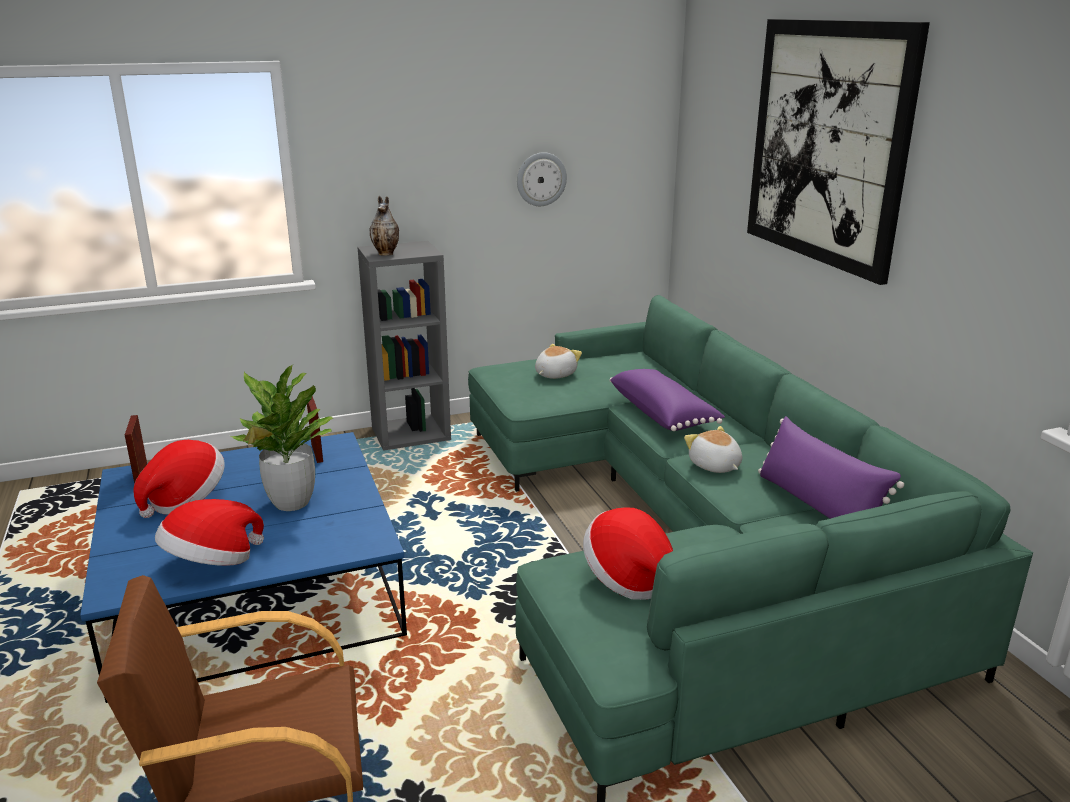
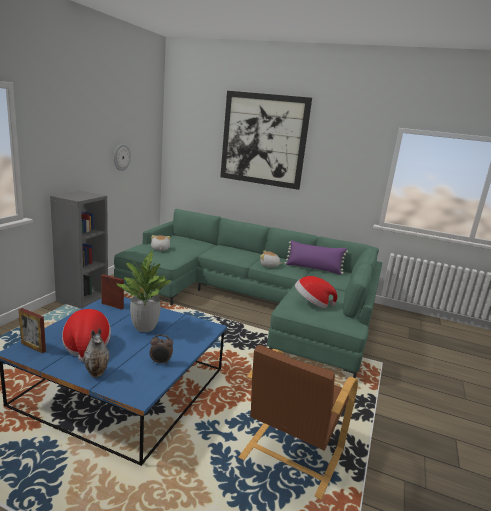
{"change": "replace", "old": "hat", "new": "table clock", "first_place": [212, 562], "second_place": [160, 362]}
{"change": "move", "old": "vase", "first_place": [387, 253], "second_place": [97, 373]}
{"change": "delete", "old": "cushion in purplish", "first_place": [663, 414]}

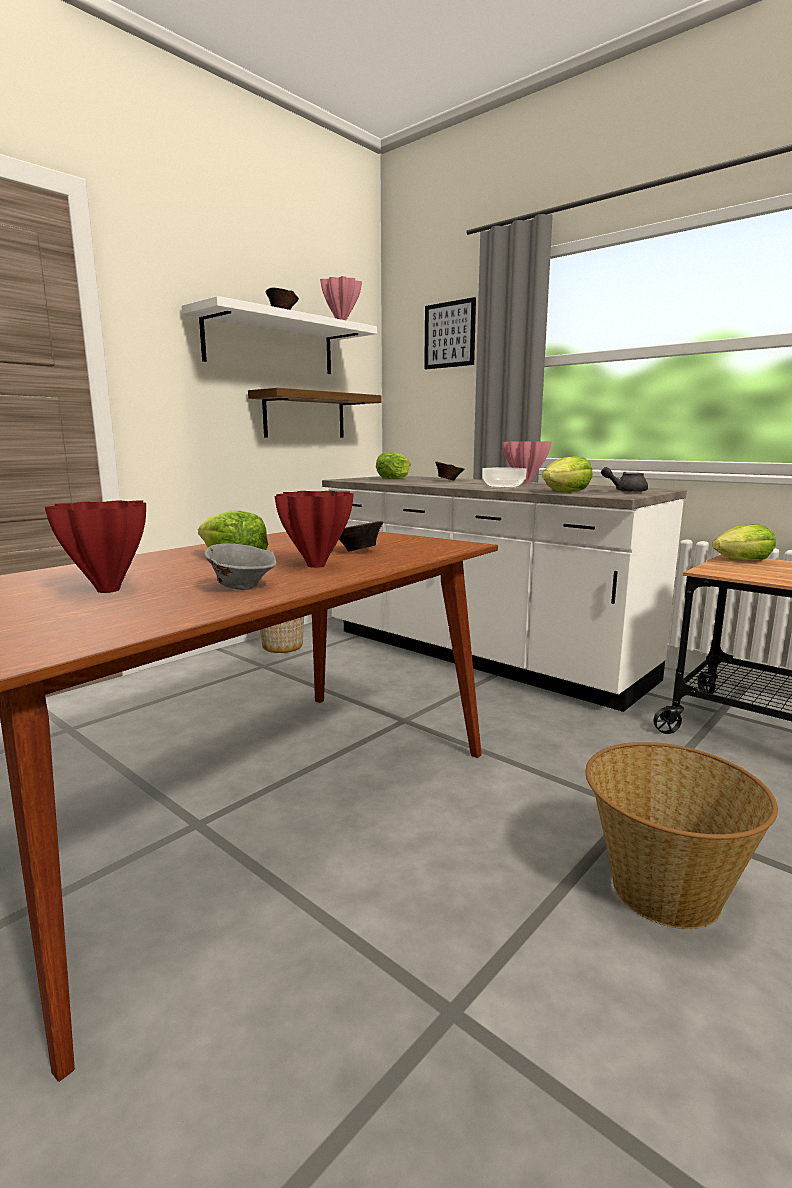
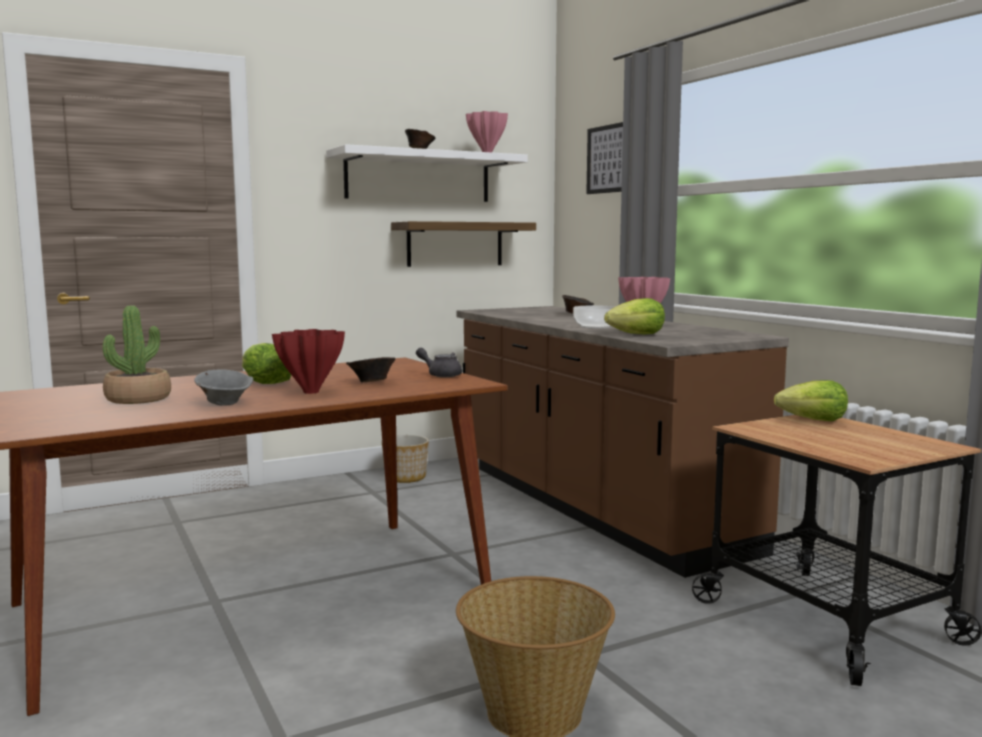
{"change": "replace", "old": "vase in red-coloured", "new": "houseplant", "first_place": [106, 590], "second_place": [138, 399]}
{"change": "recolor", "old": "counter in whitish", "new": "counter in brown", "first_place": [478, 656], "second_place": [592, 507]}
{"change": "delete", "old": "lettuce", "first_place": [393, 478]}
{"change": "move", "old": "tea pot in greyish", "first_place": [625, 491], "second_place": [441, 375]}

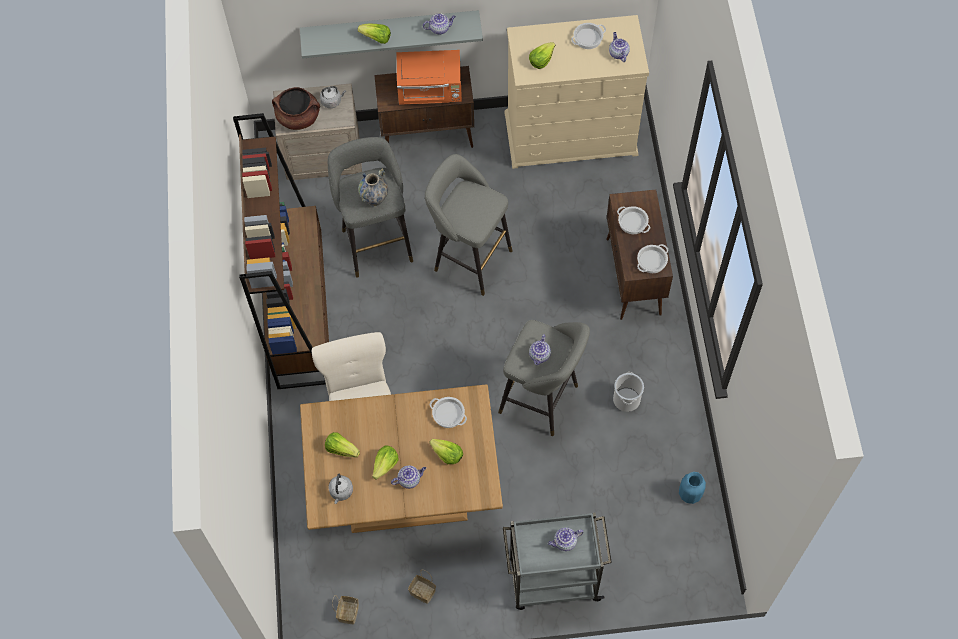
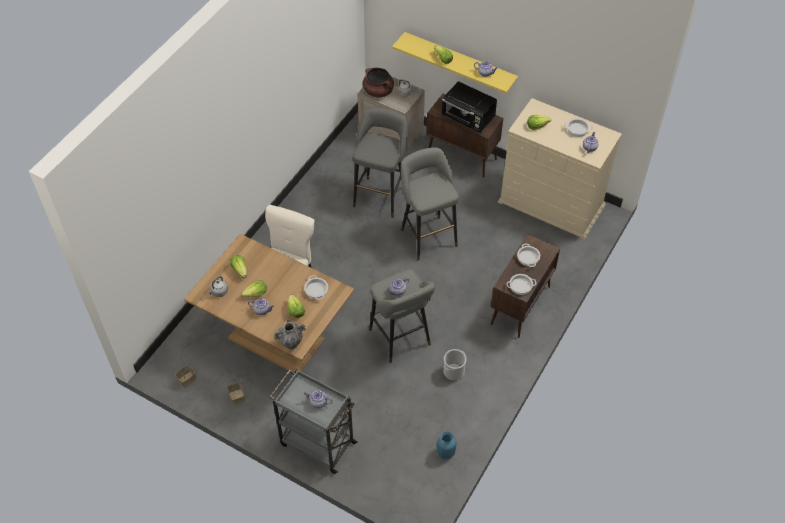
{"change": "delete", "old": "shelving unit in brown", "first_place": [300, 312]}
{"change": "recolor", "old": "bracket shelf in greyish", "new": "bracket shelf in yellowish", "first_place": [390, 28], "second_place": [459, 62]}
{"change": "move", "old": "vase", "first_place": [375, 200], "second_place": [291, 344]}
{"change": "recolor", "old": "microwave oven in orangey", "new": "microwave oven in black-coloured", "first_place": [431, 91], "second_place": [468, 119]}

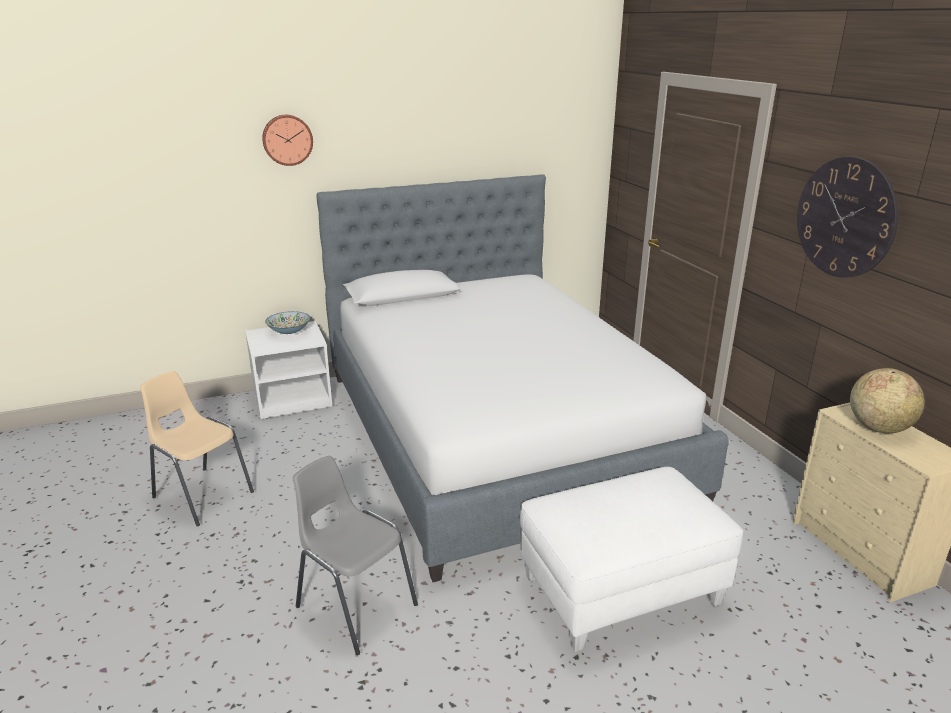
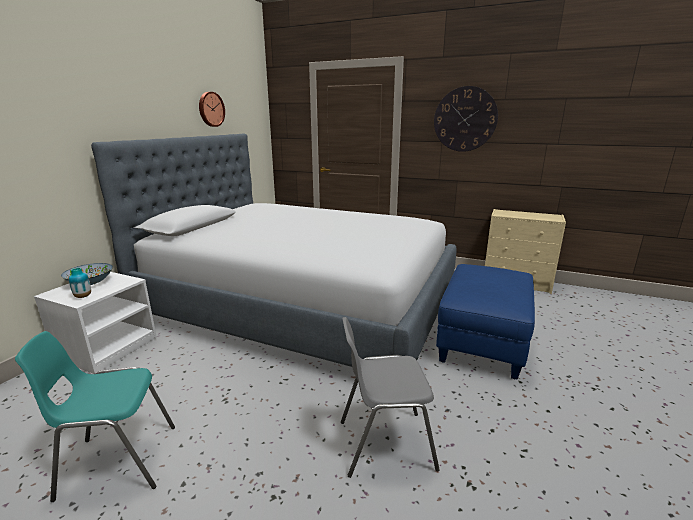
{"change": "recolor", "old": "plain chair in beige-coloured", "new": "plain chair in turquoise", "first_place": [202, 495], "second_place": [117, 461]}
{"change": "move", "old": "hanging clock", "first_place": [287, 140], "second_place": [210, 109]}
{"change": "recolor", "old": "pouffe in whitish", "new": "pouffe in blue-coloured", "first_place": [621, 590], "second_place": [481, 341]}
{"change": "delete", "old": "globe", "first_place": [878, 428]}
{"change": "insert", "new": "vase", "second_place": [83, 296]}

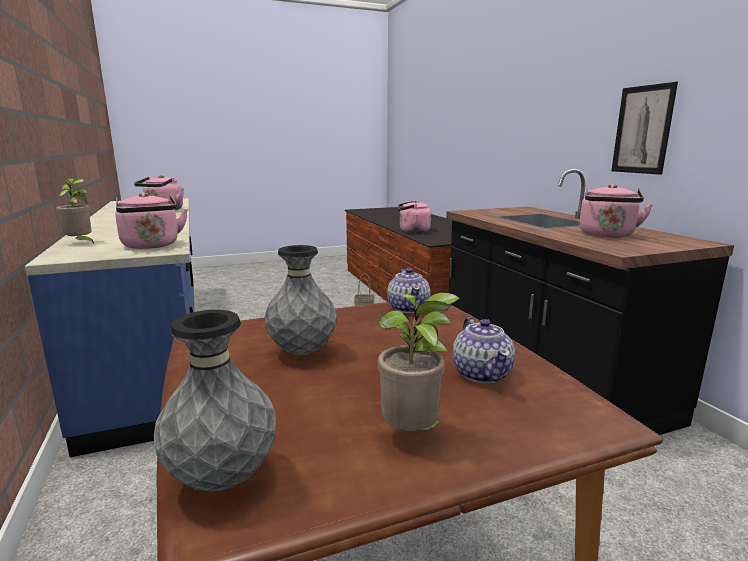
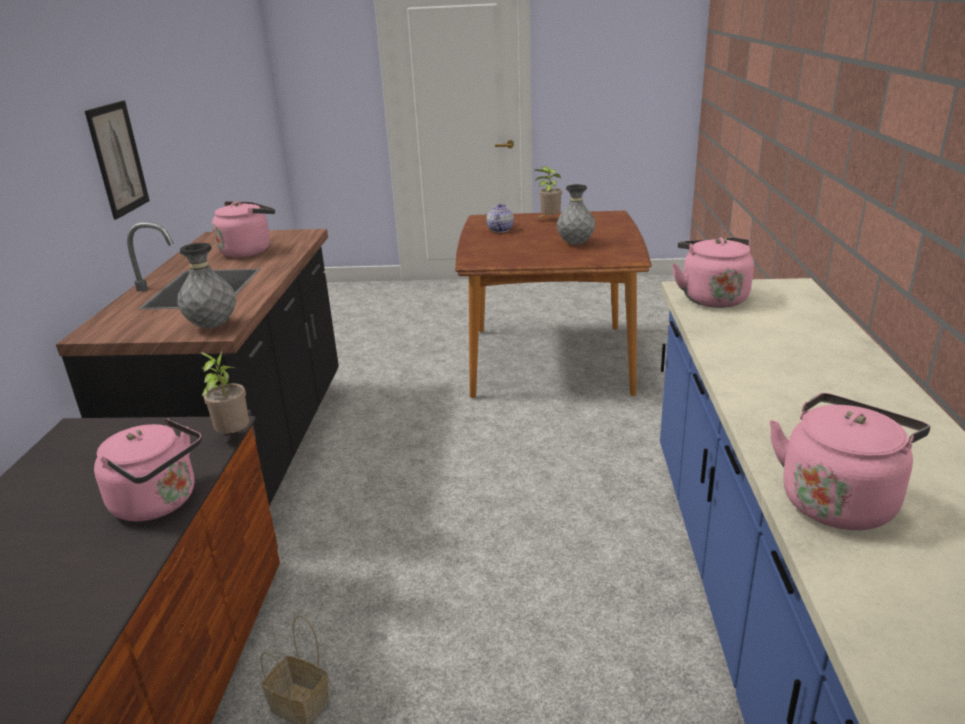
{"change": "move", "old": "houseplant", "first_place": [80, 243], "second_place": [233, 436]}
{"change": "move", "old": "vase in greyish", "first_place": [222, 479], "second_place": [213, 326]}
{"change": "delete", "old": "tea pot", "first_place": [408, 308]}

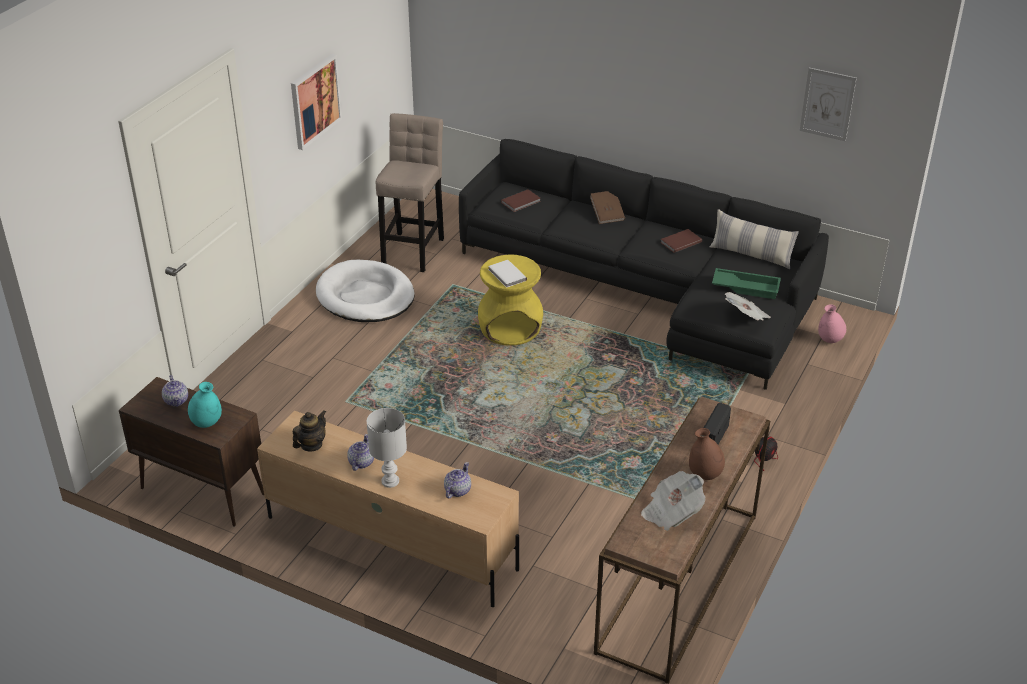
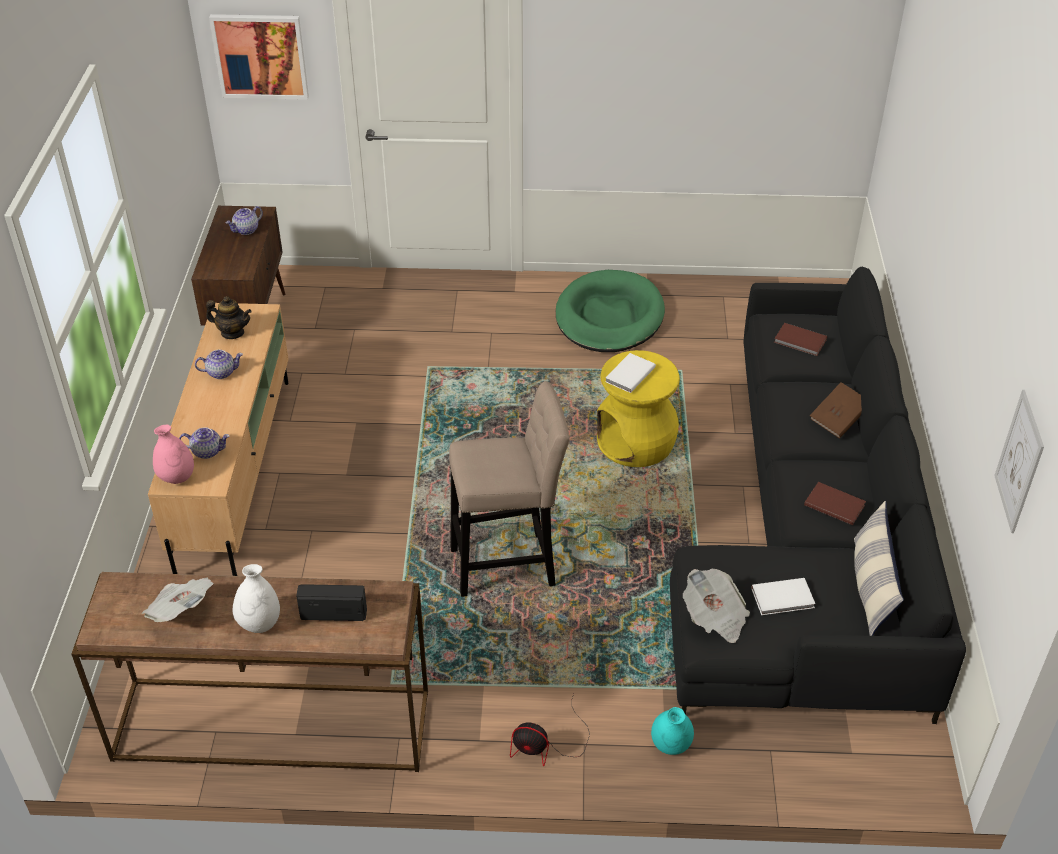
{"change": "move", "old": "vase in turquoise", "first_place": [207, 423], "second_place": [670, 745]}
{"change": "move", "old": "wall art", "first_place": [315, 101], "second_place": [260, 56]}
{"change": "recolor", "old": "dog cushion in whitish", "new": "dog cushion in greenish", "first_place": [365, 296], "second_place": [609, 317]}
{"change": "delete", "old": "table lamp in whitish", "first_place": [391, 481]}
{"change": "move", "old": "stool seat in beige-coloured", "first_place": [413, 249], "second_place": [509, 564]}
{"change": "recolor", "old": "vase in brown", "new": "vase in whitish", "first_place": [705, 475], "second_place": [259, 623]}
{"change": "replace", "old": "serving tray in greenish", "new": "volume in whitish", "first_place": [746, 287], "second_place": [783, 599]}
{"change": "move", "old": "vase in pink", "first_place": [830, 340], "second_place": [177, 477]}

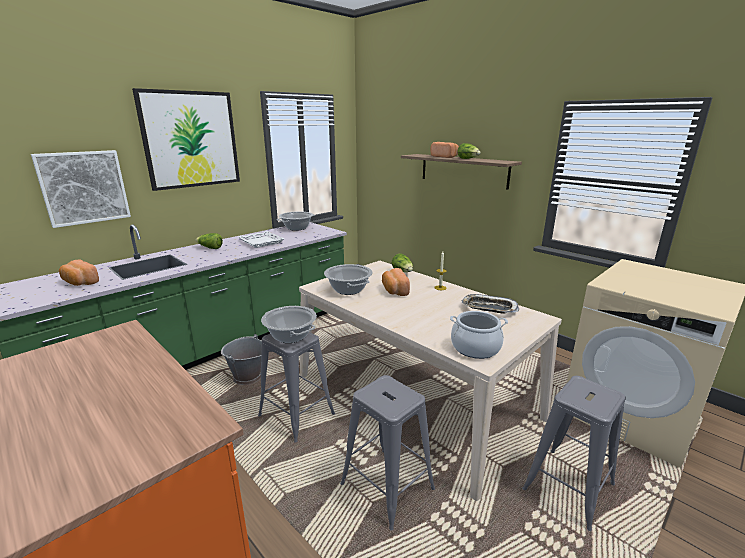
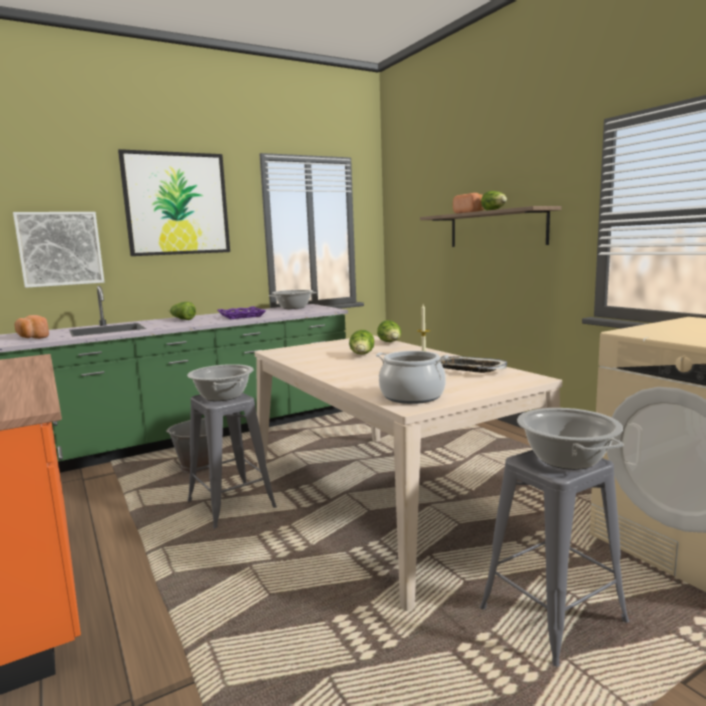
{"change": "recolor", "old": "serving tray in whitish", "new": "serving tray in purplish", "first_place": [262, 242], "second_place": [241, 316]}
{"change": "move", "old": "saucepot", "first_place": [348, 290], "second_place": [566, 459]}
{"change": "delete", "old": "stool seat in greyish", "first_place": [387, 487]}
{"change": "replace", "old": "bakery bread", "new": "lettuce", "first_place": [394, 290], "second_place": [362, 355]}

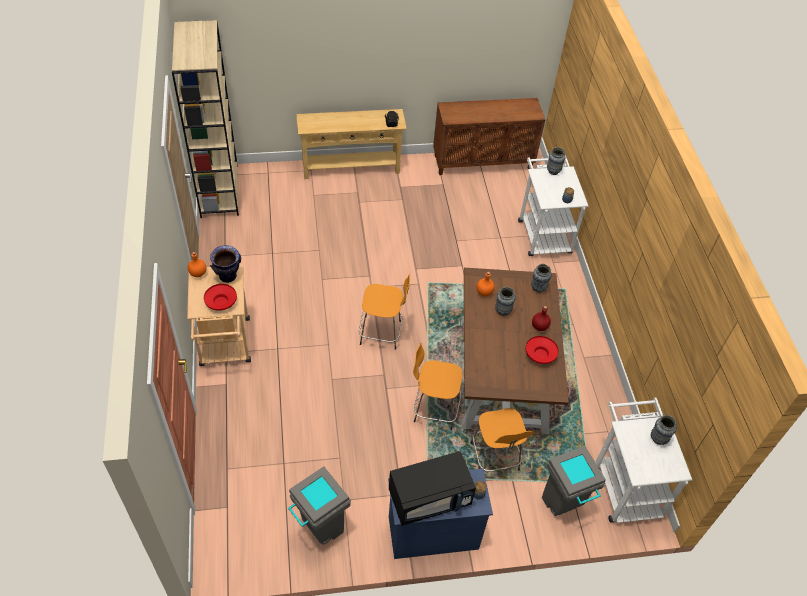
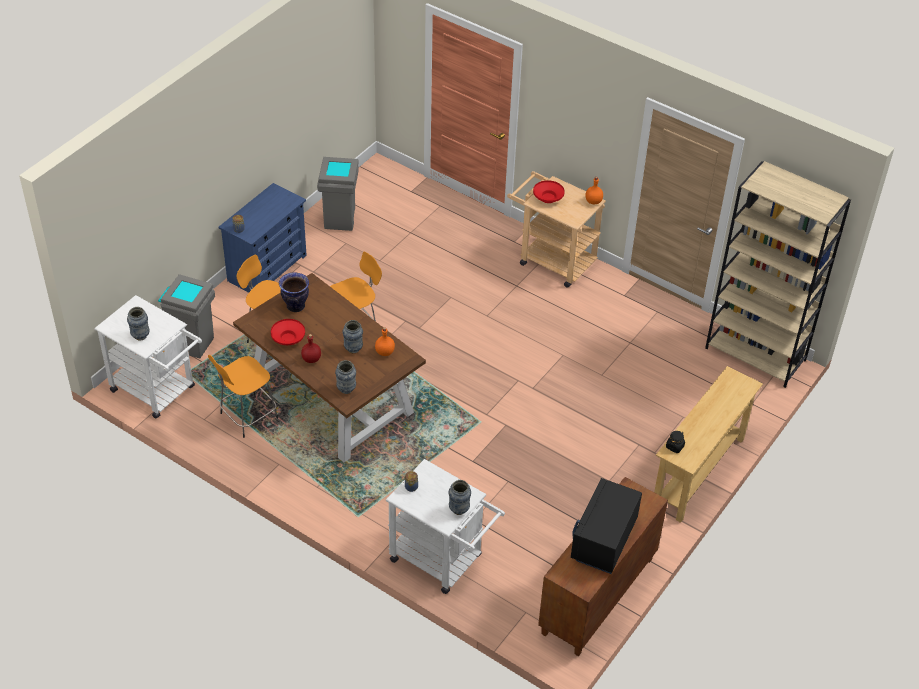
{"change": "move", "old": "vase", "first_place": [228, 276], "second_place": [295, 306]}
{"change": "move", "old": "stool seat in orangey", "first_place": [382, 333], "second_place": [247, 416]}
{"change": "move", "old": "microwave oven in black-coloured", "first_place": [430, 497], "second_place": [604, 540]}

